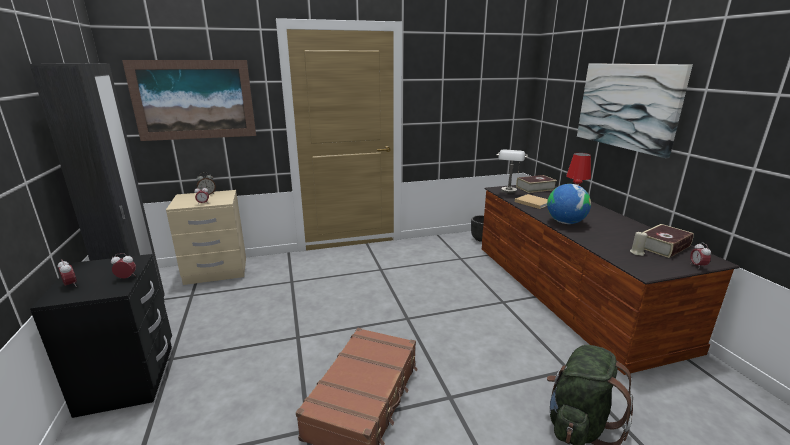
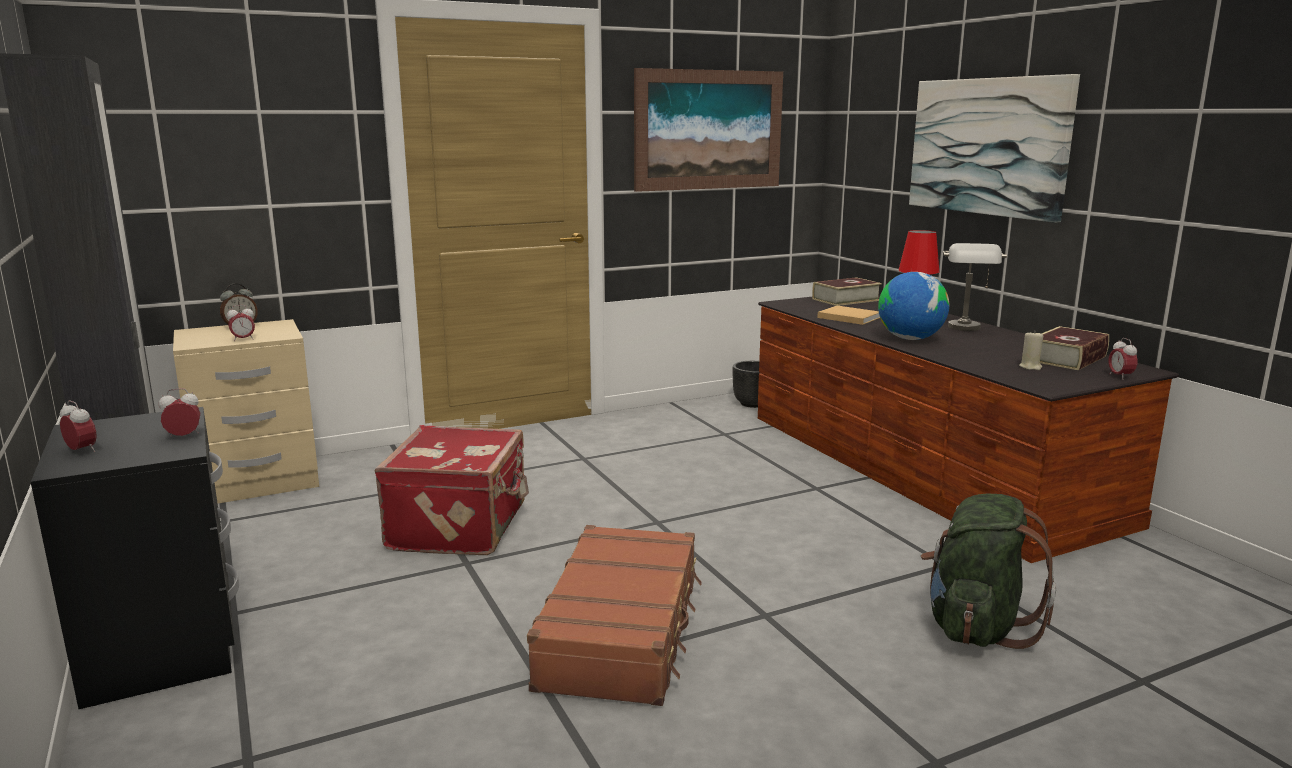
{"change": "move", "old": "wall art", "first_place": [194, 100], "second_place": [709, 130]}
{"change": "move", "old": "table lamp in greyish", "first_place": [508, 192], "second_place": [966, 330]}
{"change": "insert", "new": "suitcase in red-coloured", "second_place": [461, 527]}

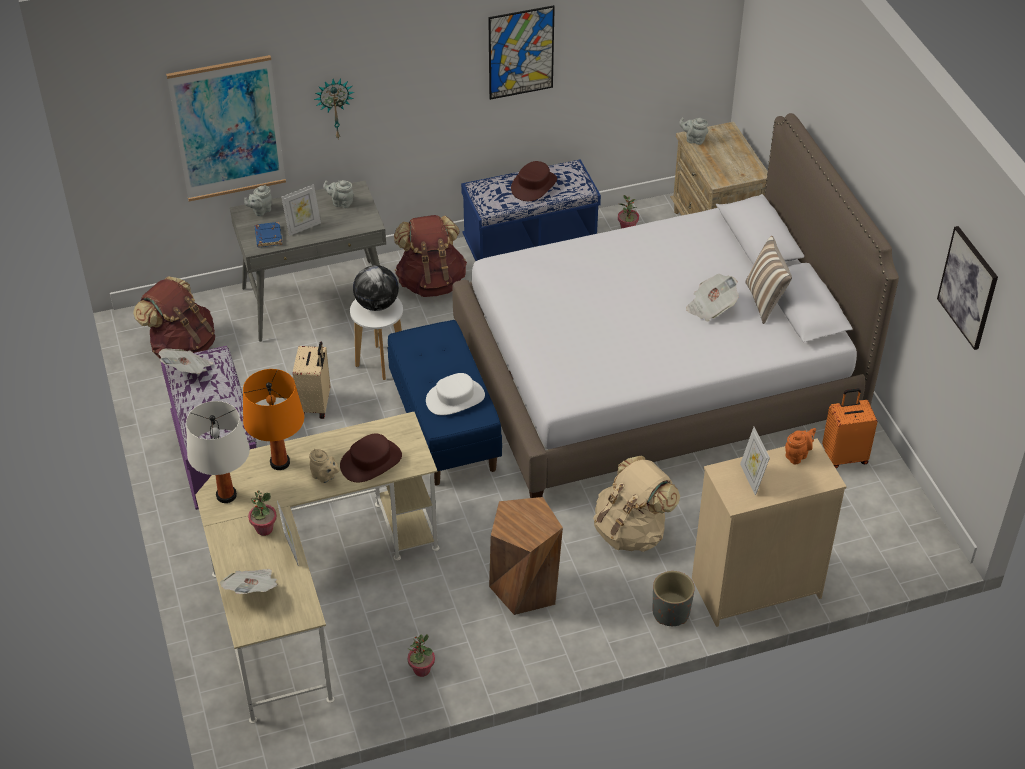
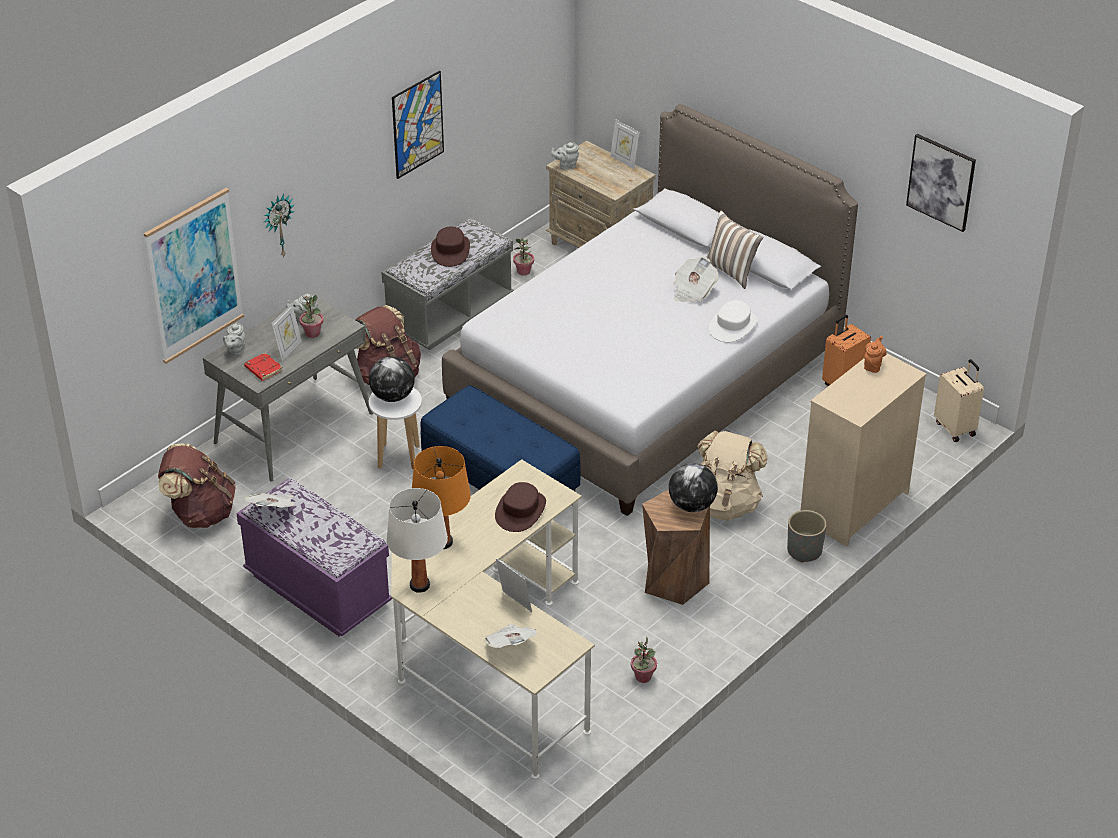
{"change": "move", "old": "houseplant", "first_place": [264, 529], "second_place": [312, 333]}
{"change": "recolor", "old": "volume in blue-coloured", "new": "volume in red-coloured", "first_place": [268, 237], "second_place": [263, 369]}
{"change": "move", "old": "suitcase in beige-coloured", "first_place": [316, 405], "second_place": [955, 428]}
{"change": "delete", "old": "tea pot in beige-coloured", "first_place": [324, 476]}
{"change": "move", "old": "hat in whitish", "first_place": [455, 398], "second_place": [733, 326]}
{"change": "recolor", "old": "indoor bench in blue-coloured", "new": "indoor bench in greyish", "first_place": [530, 245], "second_place": [450, 314]}
{"change": "move", "old": "photo frame", "first_place": [752, 479], "second_place": [624, 161]}
{"change": "insert", "new": "globe", "second_place": [692, 505]}

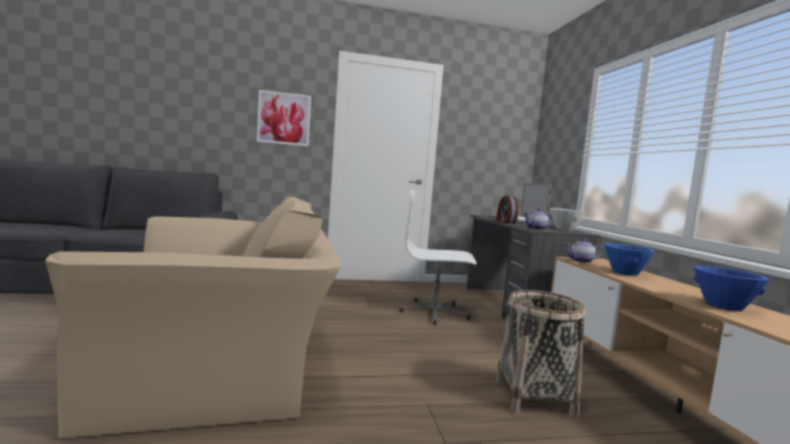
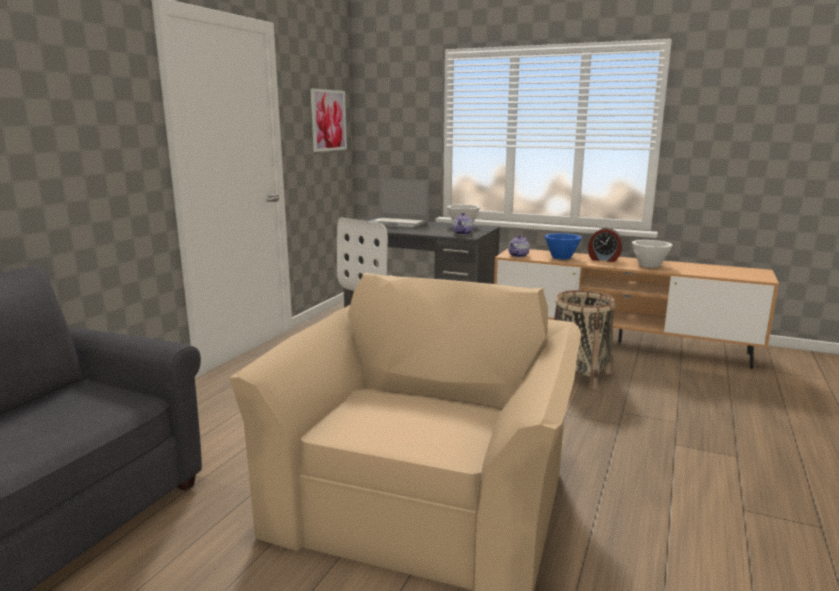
{"change": "move", "old": "wall art", "first_place": [284, 118], "second_place": [328, 120]}
{"change": "move", "old": "table clock", "first_place": [505, 222], "second_place": [603, 259]}
{"change": "recolor", "old": "serving bowl in blue-coloured", "new": "serving bowl in whitish", "first_place": [724, 306], "second_place": [649, 265]}

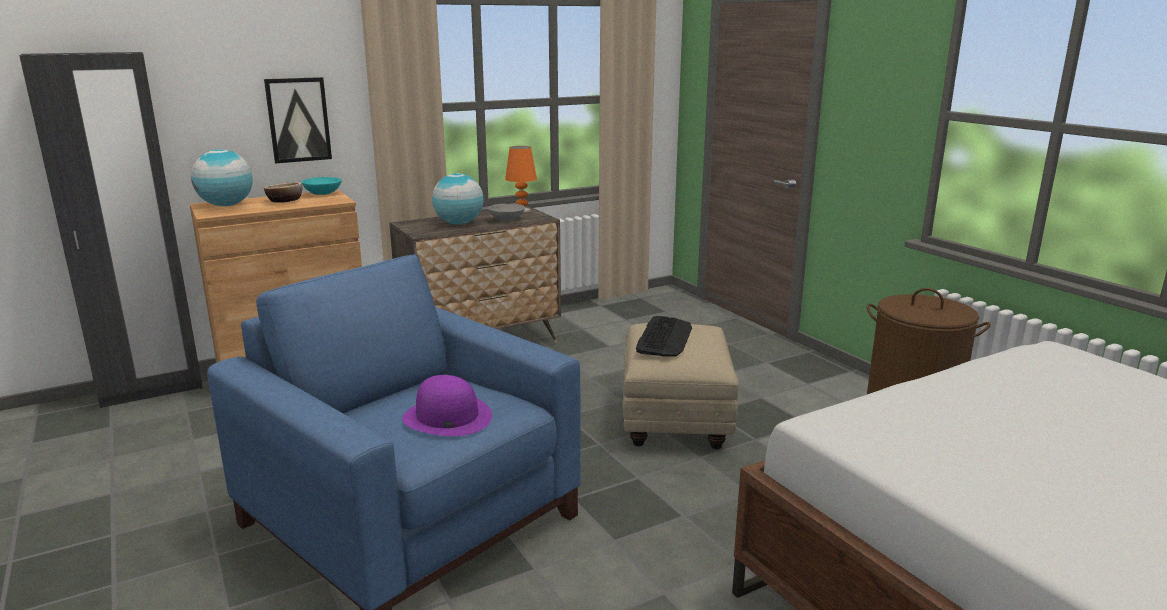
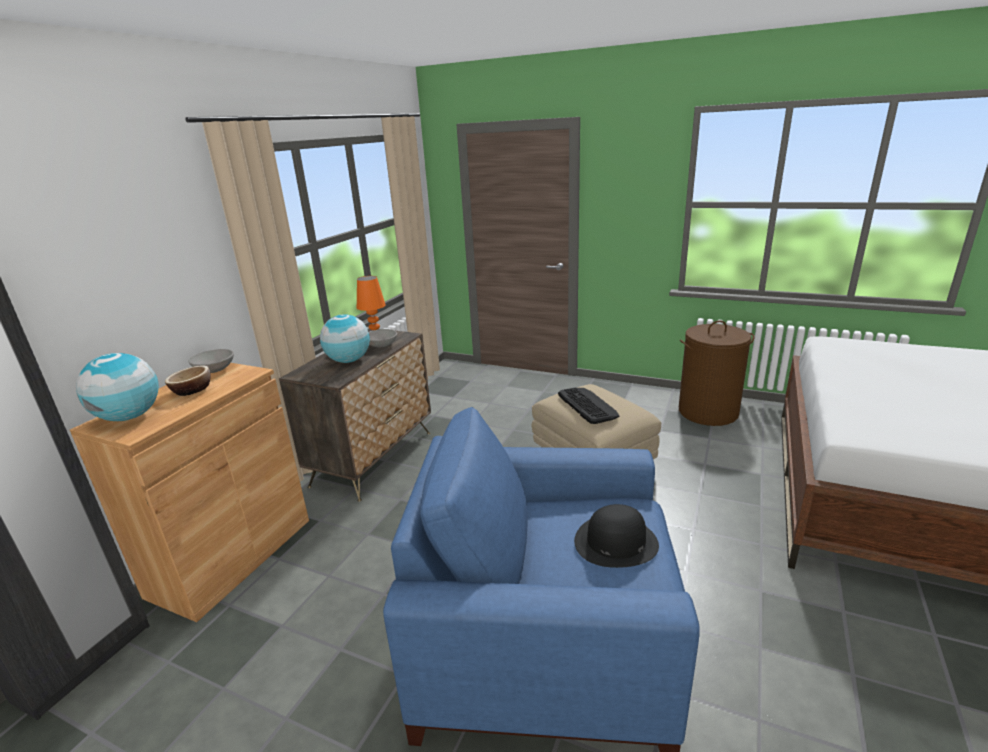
{"change": "delete", "old": "wall art", "first_place": [298, 120]}
{"change": "recolor", "old": "serving bowl in turquoise", "new": "serving bowl in greyish", "first_place": [322, 193], "second_place": [214, 370]}
{"change": "recolor", "old": "hat in purplish", "new": "hat in black-coloured", "first_place": [447, 417], "second_place": [615, 542]}

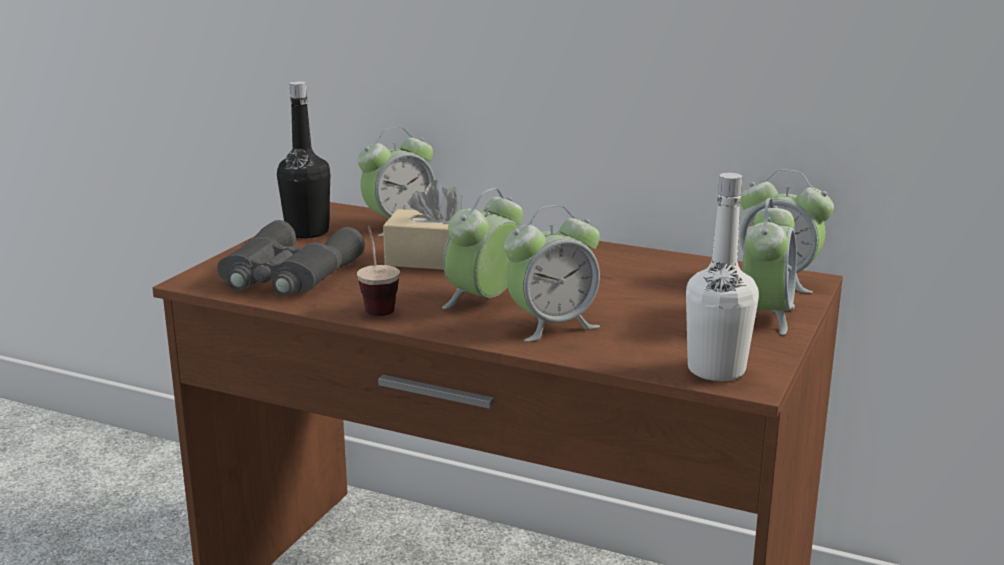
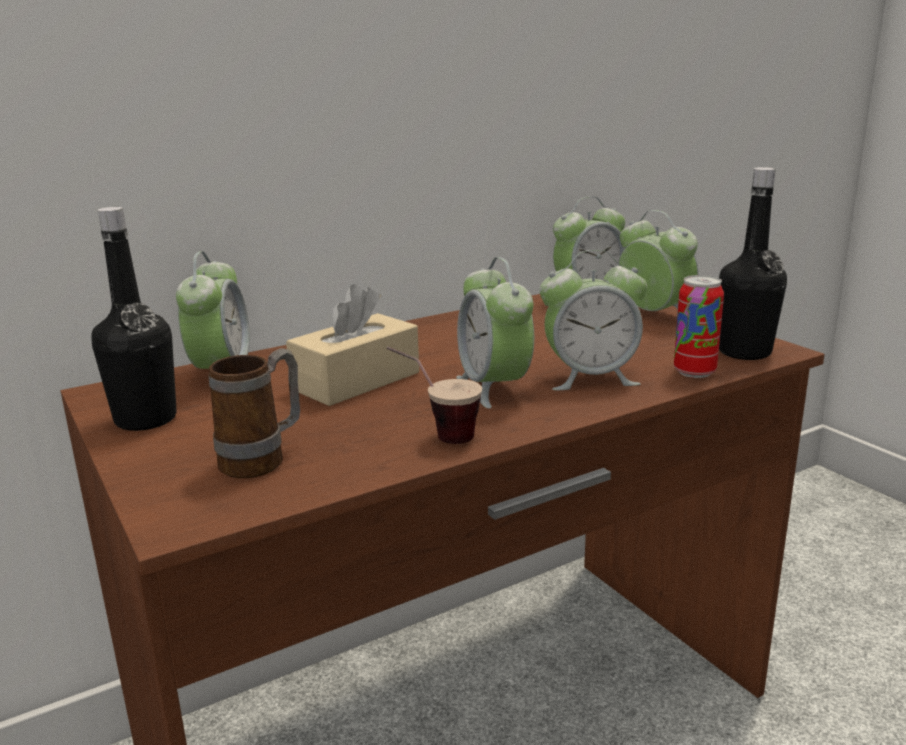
{"change": "replace", "old": "field glasses in greyish", "new": "tea mug", "first_place": [287, 275], "second_place": [264, 460]}
{"change": "rotate", "old": "table clock", "first_place": [552, 325], "second_place": [590, 378], "degrees": 75}
{"change": "recolor", "old": "beverage bottle in whitish", "new": "beverage bottle in black-coloured", "first_place": [716, 370], "second_place": [744, 352]}
{"change": "insert", "new": "can", "second_place": [694, 372]}

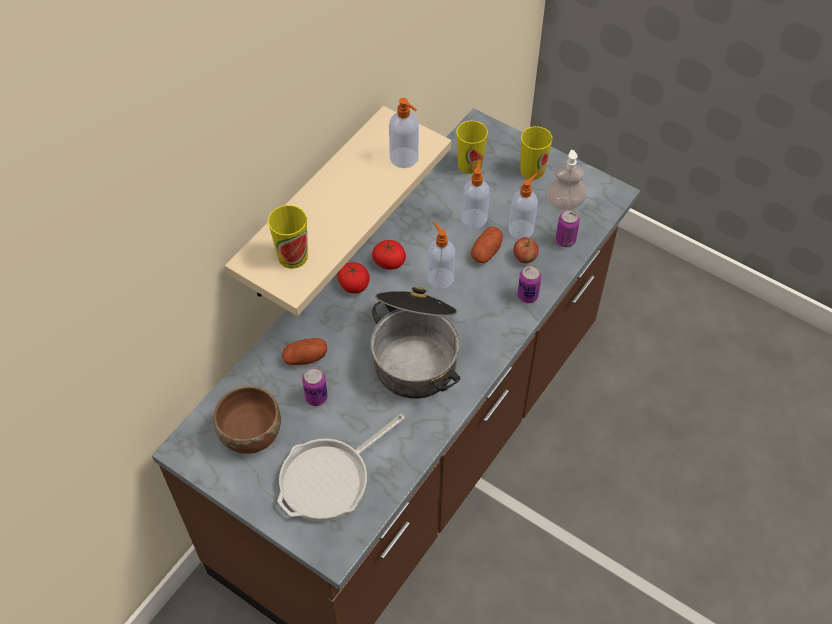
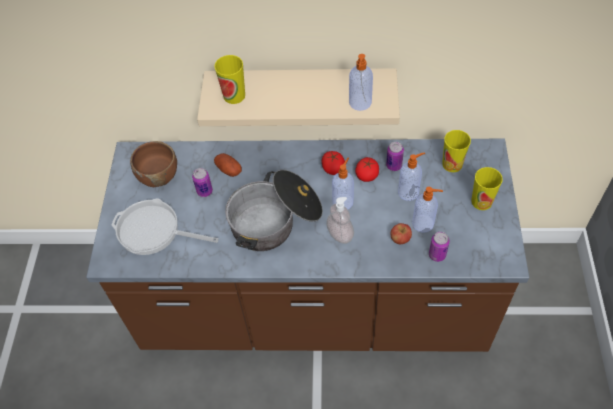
{"change": "move", "old": "tomato", "first_place": [354, 284], "second_place": [367, 175]}
{"change": "delete", "old": "potato", "first_place": [486, 252]}
{"change": "move", "old": "can", "first_place": [527, 296], "second_place": [394, 165]}
{"change": "move", "old": "soap bottle", "first_place": [564, 203], "second_place": [340, 234]}

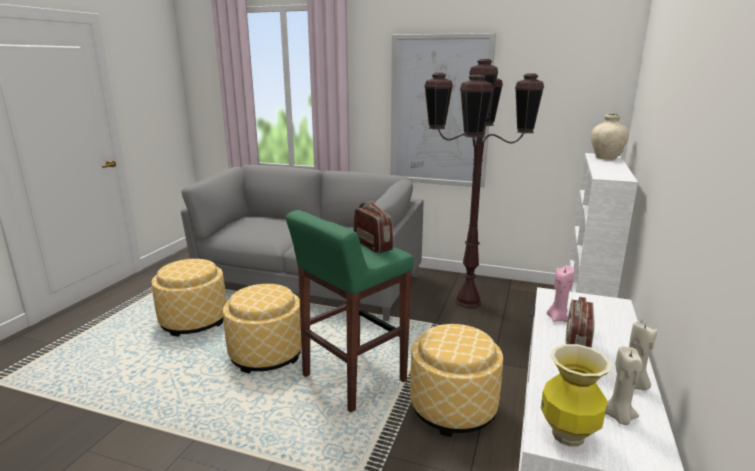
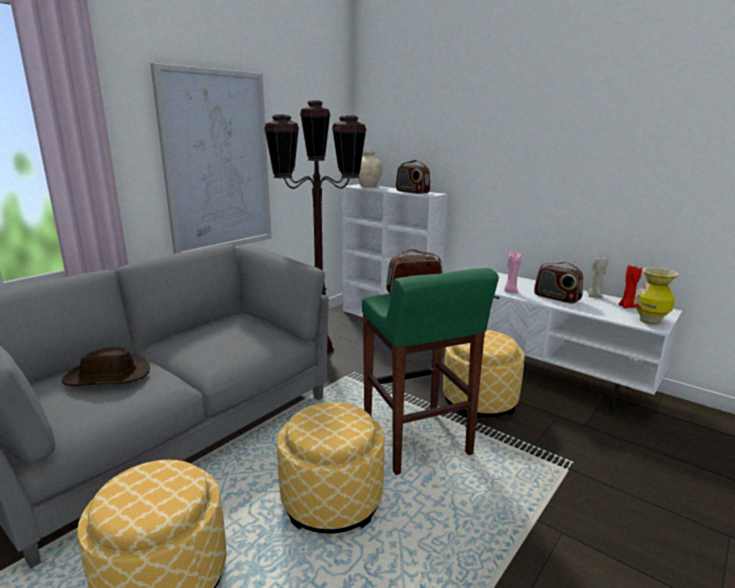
{"change": "recolor", "old": "wax light in beige-coloured", "new": "wax light in red-coloured", "first_place": [618, 417], "second_place": [627, 307]}
{"change": "insert", "new": "hat in brown", "second_place": [108, 376]}
{"change": "insert", "new": "radio set", "second_place": [412, 192]}

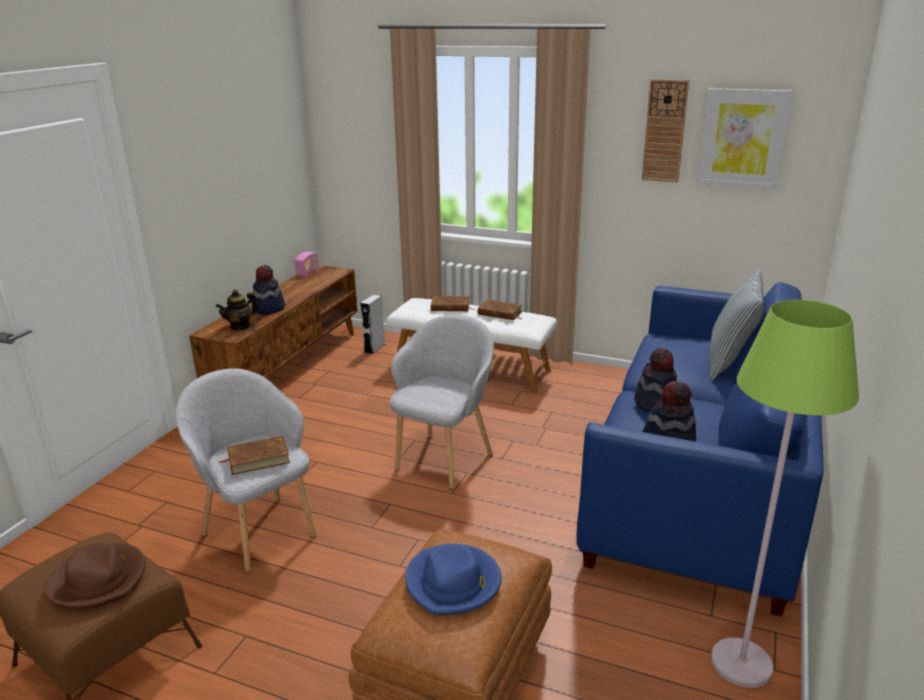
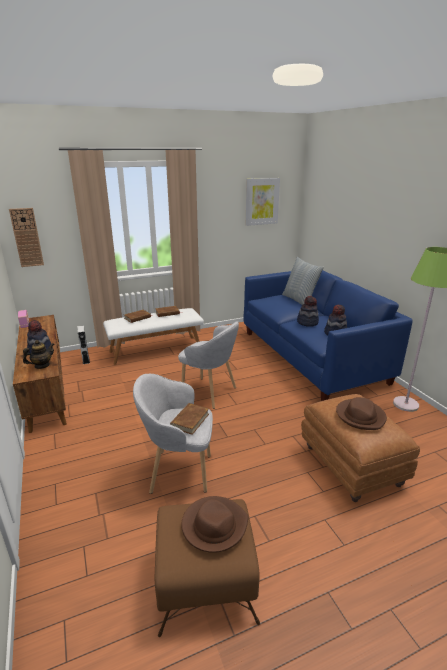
{"change": "rotate", "old": "tea pot", "first_place": [240, 326], "second_place": [42, 366], "degrees": -135}
{"change": "rotate", "old": "armchair in greyish", "first_place": [444, 459], "second_place": [210, 392], "degrees": 135}
{"change": "recolor", "old": "hat in blue-coloured", "new": "hat in brown", "first_place": [453, 583], "second_place": [360, 416]}
{"change": "move", "old": "hanging clock", "first_place": [664, 131], "second_place": [27, 237]}

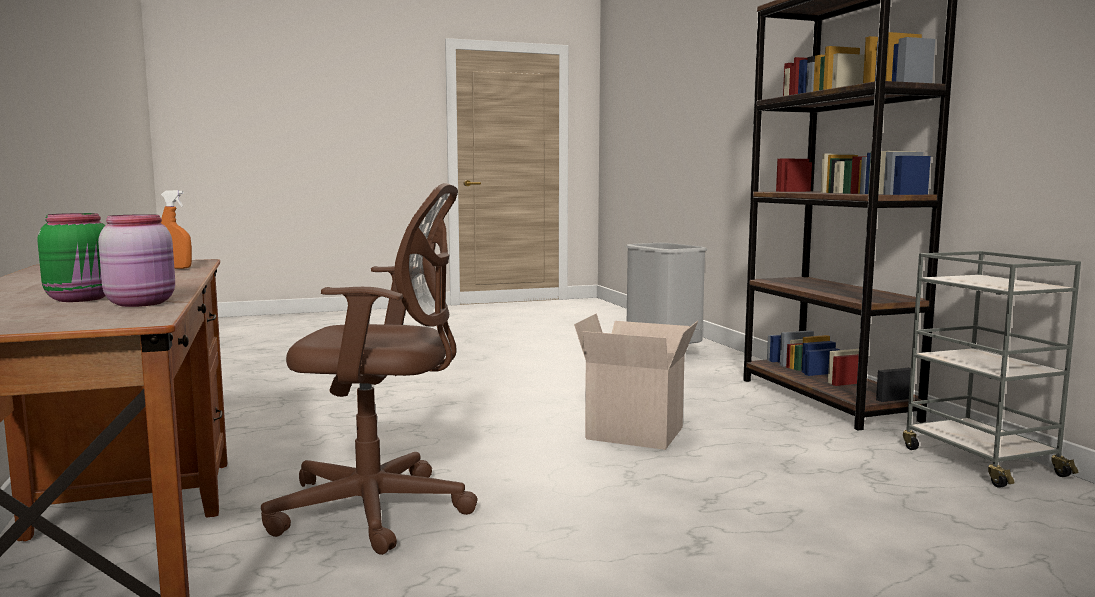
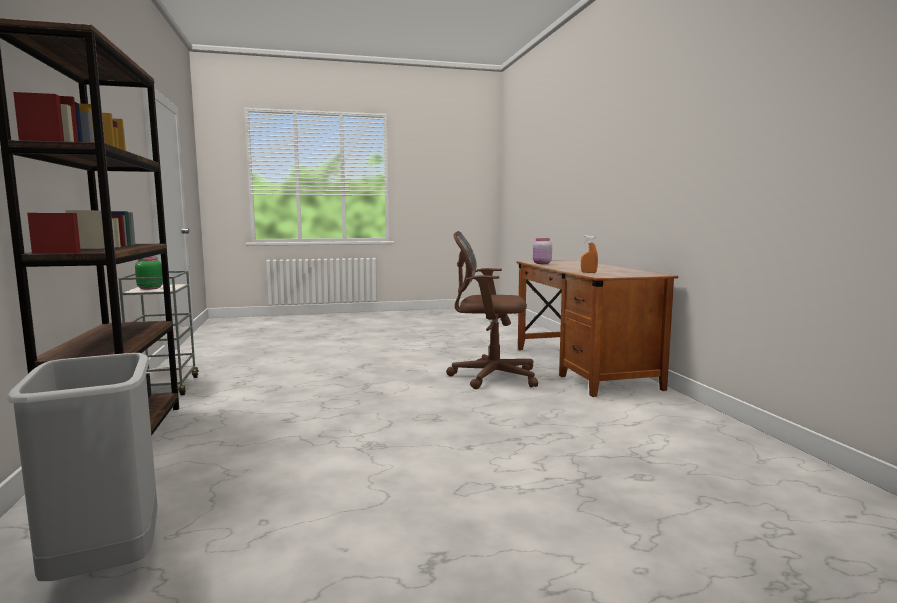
{"change": "move", "old": "storage jar in greenish", "first_place": [82, 299], "second_place": [149, 288]}
{"change": "delete", "old": "cardboard box", "first_place": [637, 433]}

